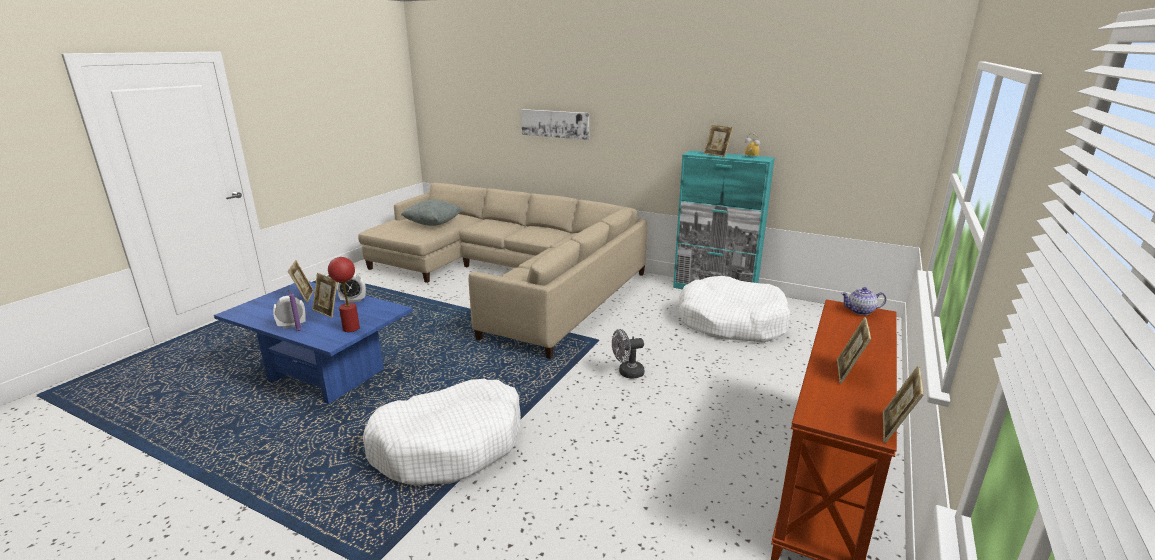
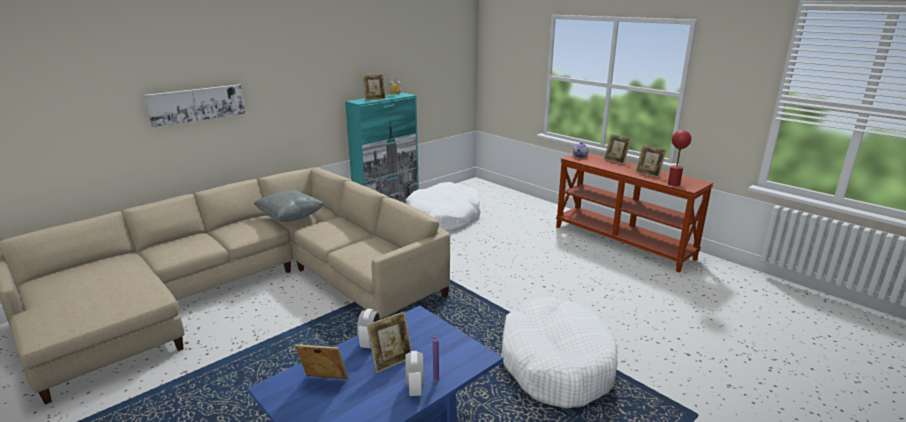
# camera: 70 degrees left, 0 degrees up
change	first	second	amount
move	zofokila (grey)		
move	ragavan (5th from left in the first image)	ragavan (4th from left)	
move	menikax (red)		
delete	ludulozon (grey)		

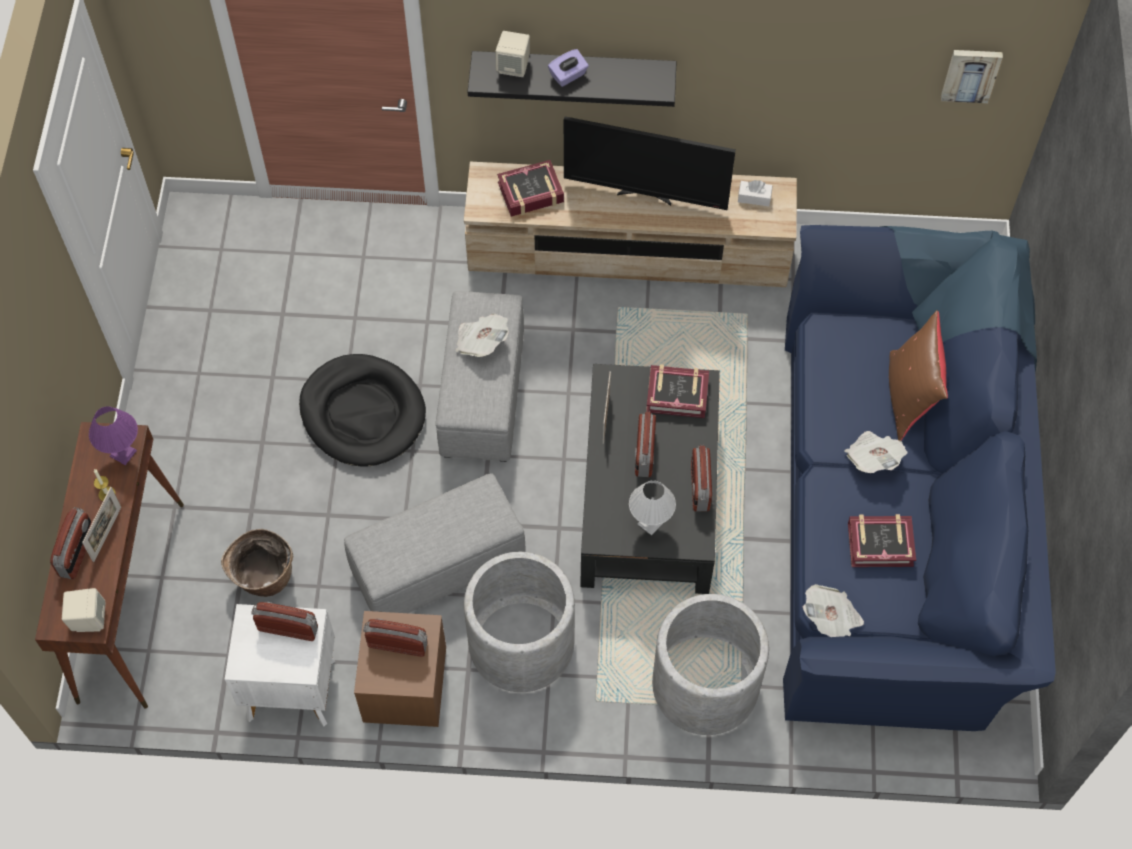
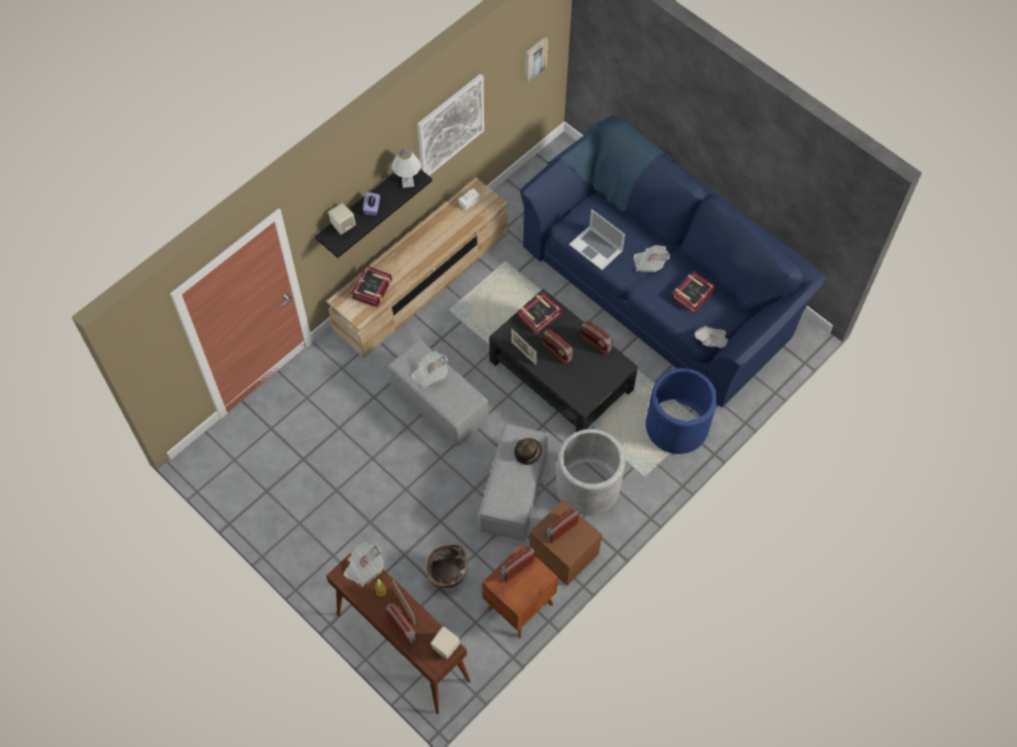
# camera: 50 degrees left, 0 degrees up
change	first	second	amount
replace	menikax (purple)	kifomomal (1st from left)	
move	menikax (white)		
insert		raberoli (1st from left)	
recolor	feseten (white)	feseten (brown) (1st from left)	
insert		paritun	
insert		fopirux	
recolor	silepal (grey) (2nd from left)	silepal (blue)	
delete	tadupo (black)		
delete	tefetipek		
delete	zofokila (brown)		

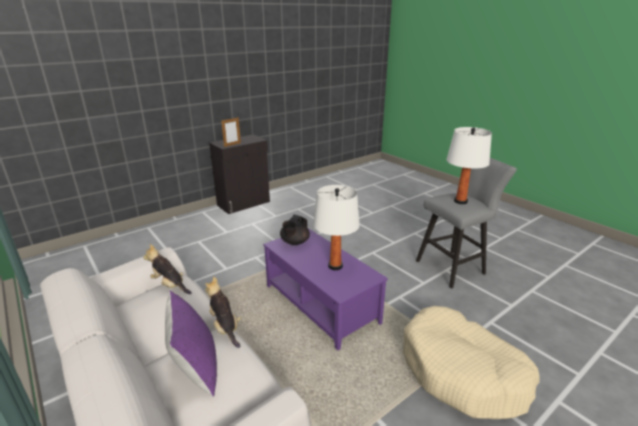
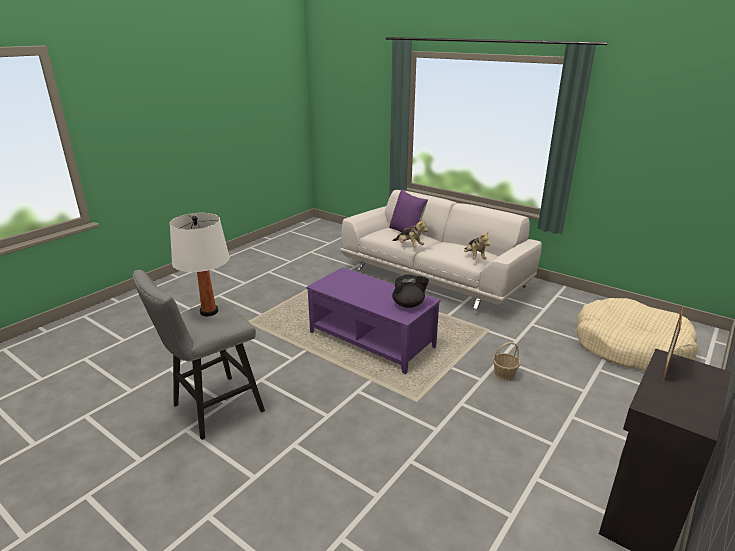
# camera: 165 degrees right, 0 degrees up
change	first	second	amount
rotate	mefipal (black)		75 degrees clockwise
rotate	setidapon (1st from left in the first image)	setidapon (2nd from left)	60 degrees clockwise
insert		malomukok	
move	tadupo (beige)		
delete	menikax (white) (1st from left)		

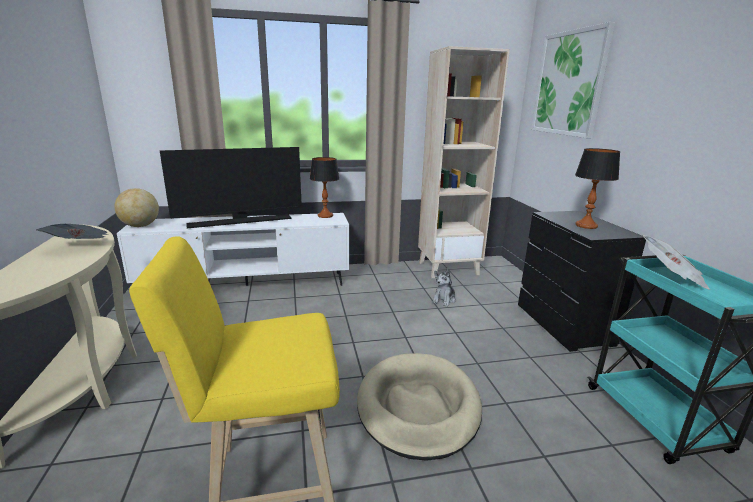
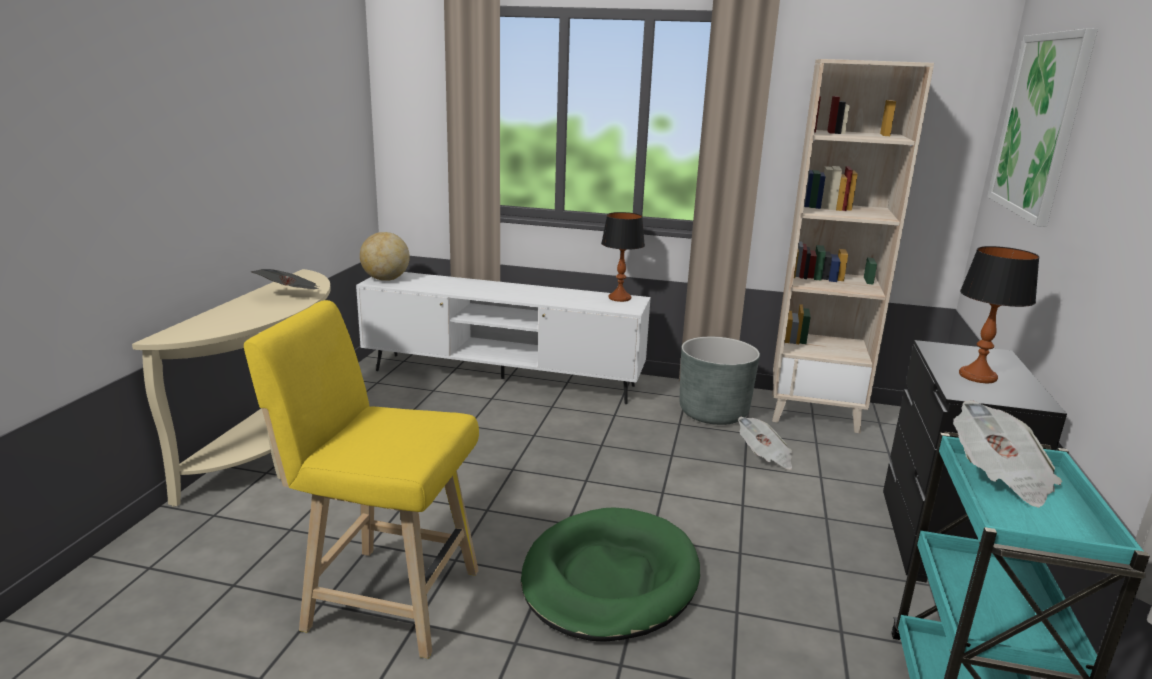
# camera: 25 degrees right, 0 degrees up
change	first	second	amount
recolor	tadupo (beige)	tadupo (green)	
insert		silepal (grey)	
replace	setidapon	kifomomal (2nd from left)	
delete	tefetipek		

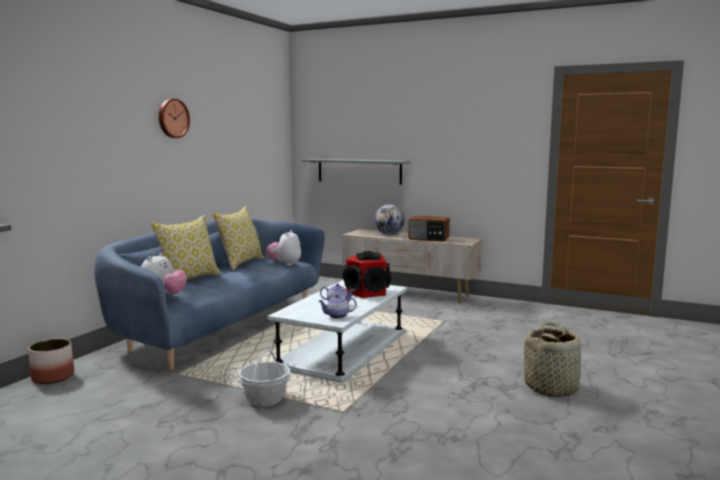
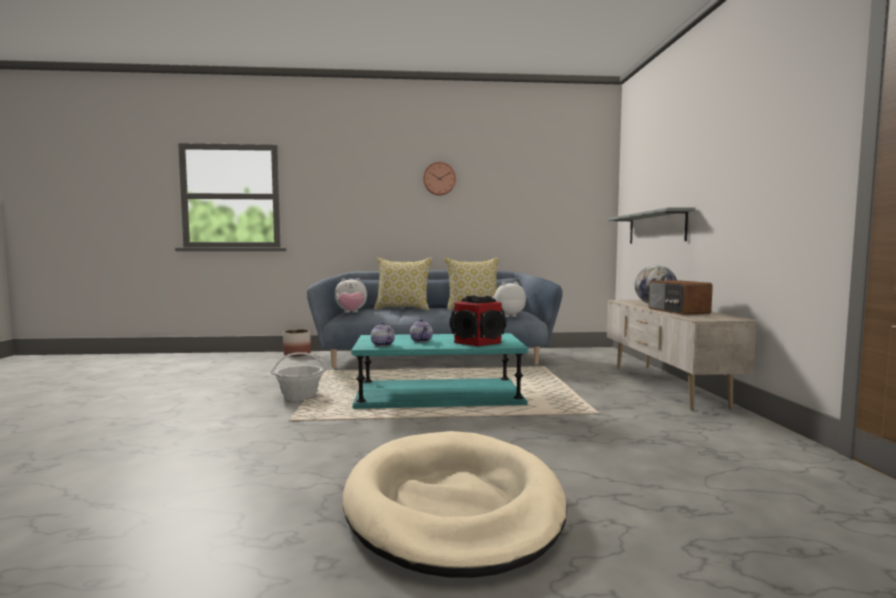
# camera: 60 degrees right, 5 degrees down
change	first	second	amount
replace	malomukok (2nd from left)	tadupo (beige)	
recolor	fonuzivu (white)	fonuzivu (turquoise)	

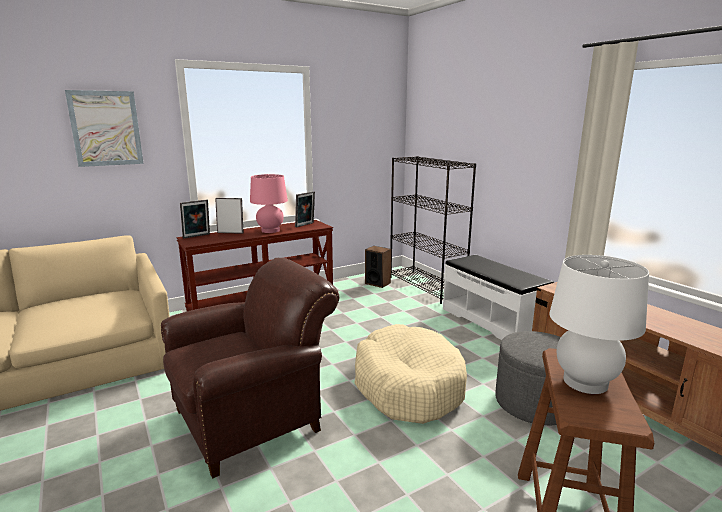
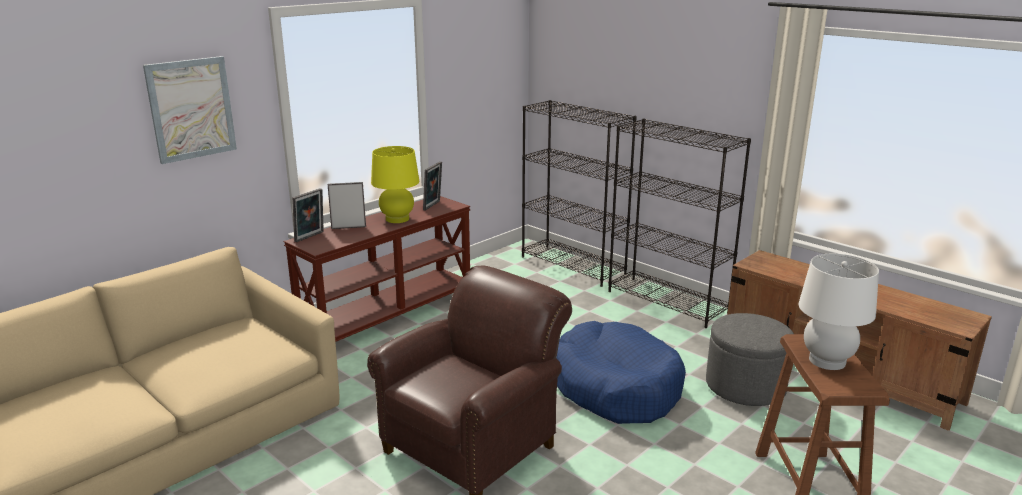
# camera: 15 degrees left, 5 degrees up
change	first	second	amount
recolor	menikax (pink)	menikax (yellow)	
recolor	tadupo (beige)	tadupo (blue)	
replace	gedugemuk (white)	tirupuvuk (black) (2nd from left)	
delete	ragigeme		

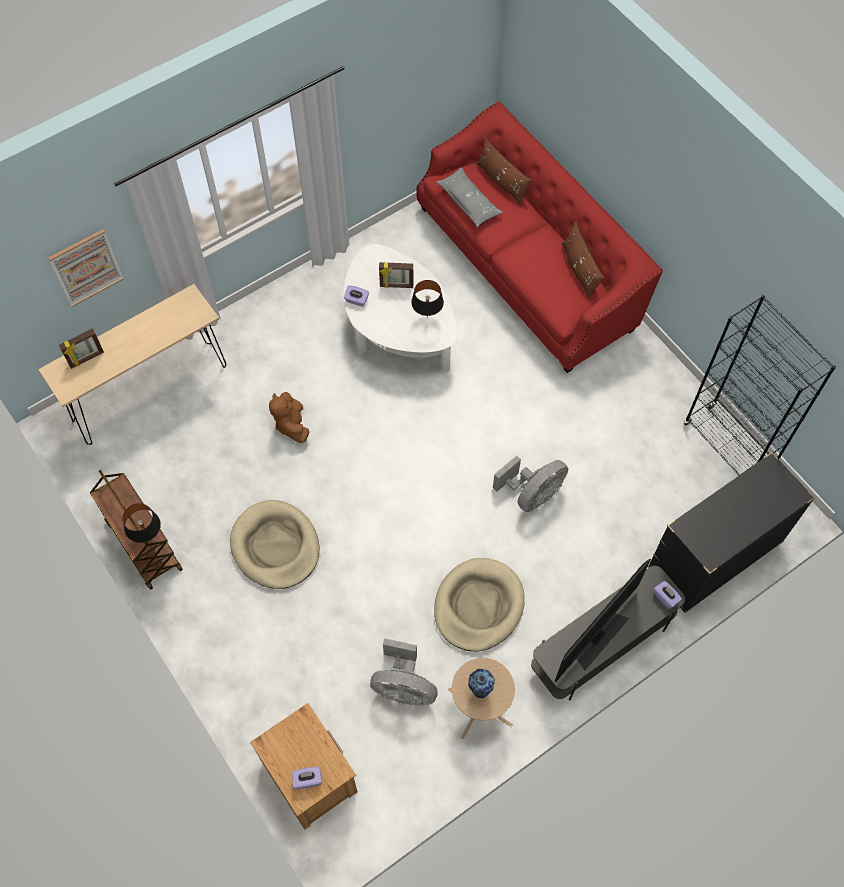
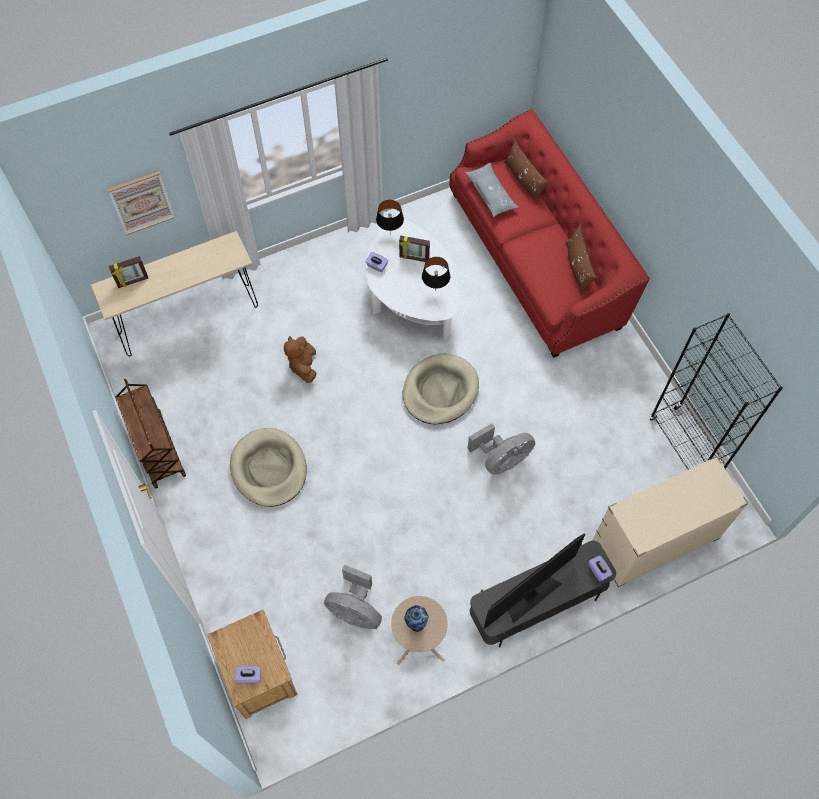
# camera: 10 degrees right, 0 degrees up
change	first	second	amount
move	menikax (black) (1st from left)		
move	tadupo (beige) (2nd from left)		
recolor	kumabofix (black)	kumabofix (beige)	

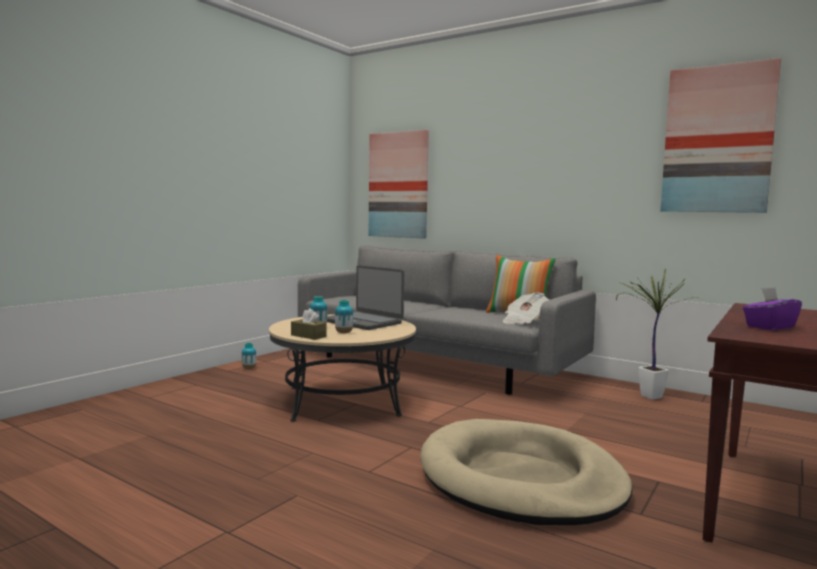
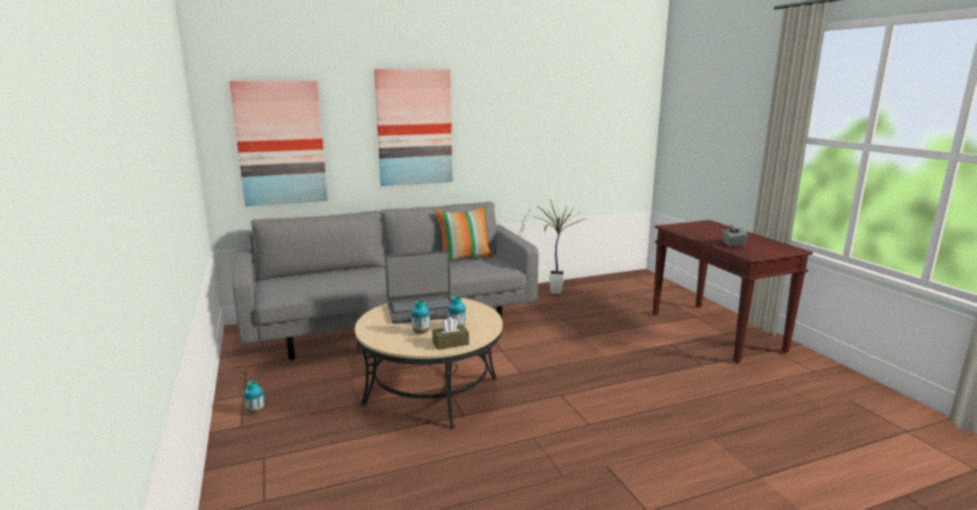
# camera: 55 degrees left, 10 degrees up
change	first	second	amount
move	raberoli (2nd from left)		
recolor	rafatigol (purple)	rafatigol (grey)	
delete	tadupo (beige)		
delete	kifomomal		

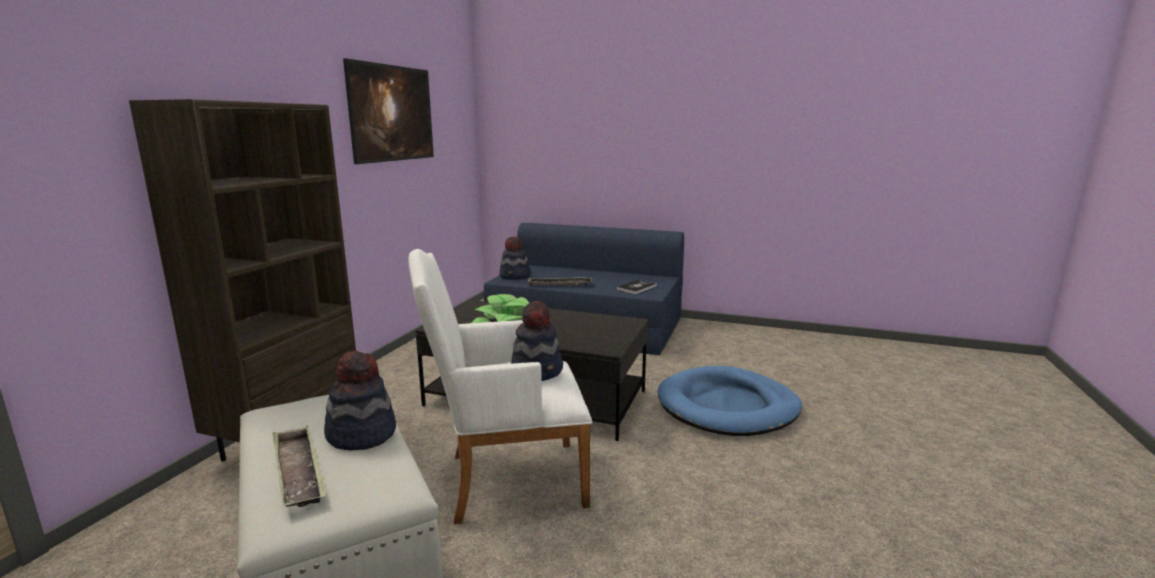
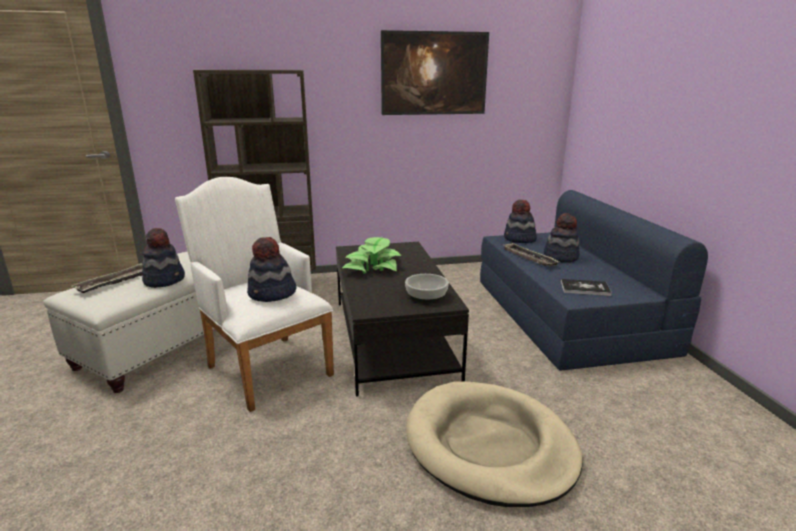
# camera: 60 degrees right, 5 degrees up
change	first	second	amount
insert		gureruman	
recolor	tadupo (blue)	tadupo (beige)	
insert		paritun (4th from left)	

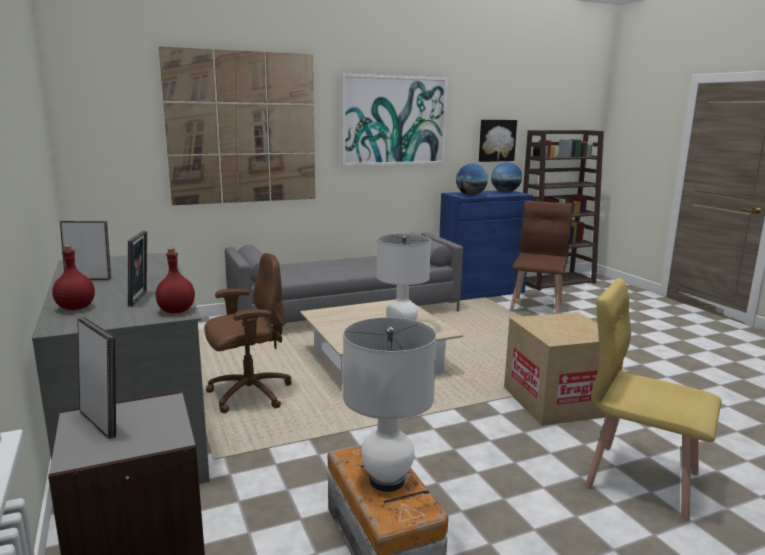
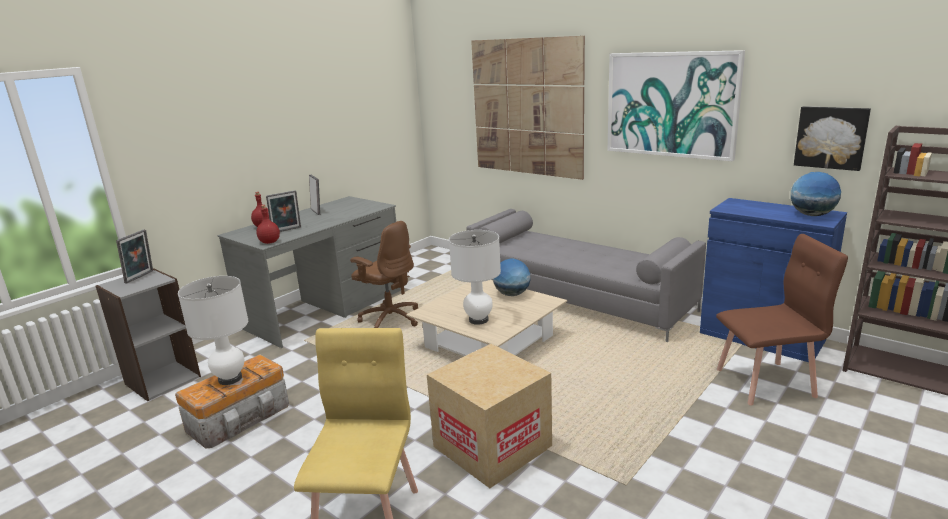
# camera: 65 degrees right, 5 degrees up
change	first	second	amount
move	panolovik (1st from left)		

